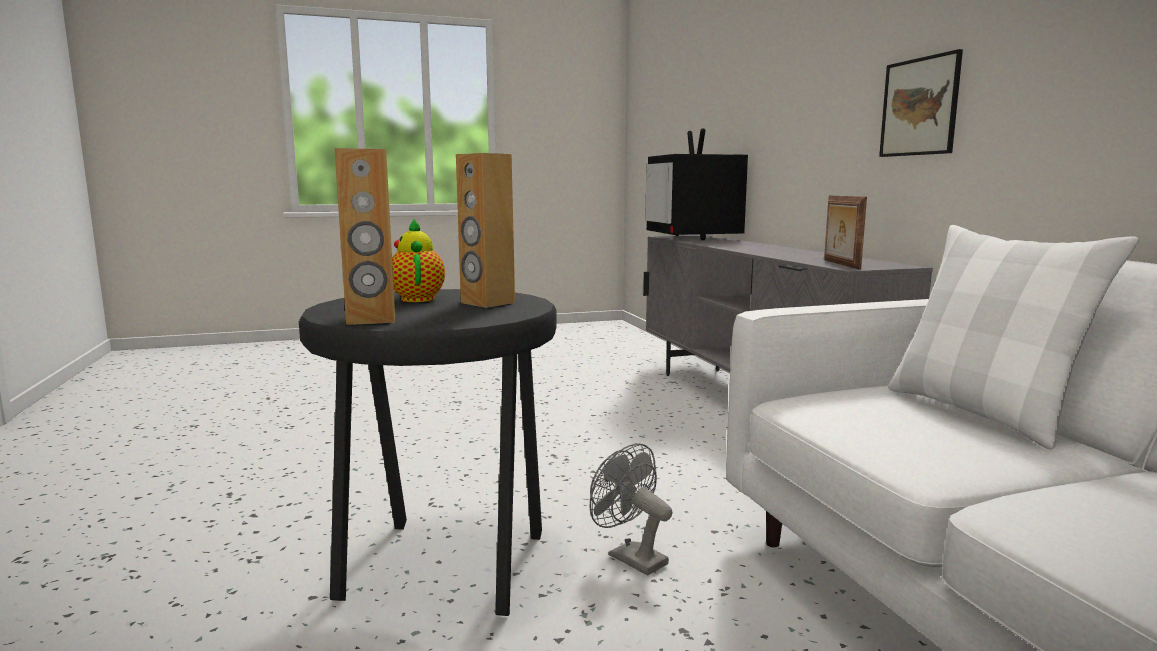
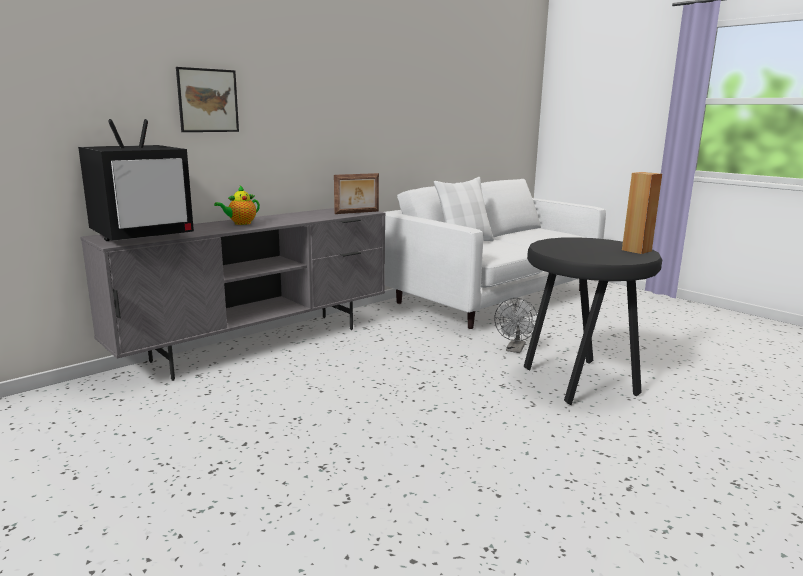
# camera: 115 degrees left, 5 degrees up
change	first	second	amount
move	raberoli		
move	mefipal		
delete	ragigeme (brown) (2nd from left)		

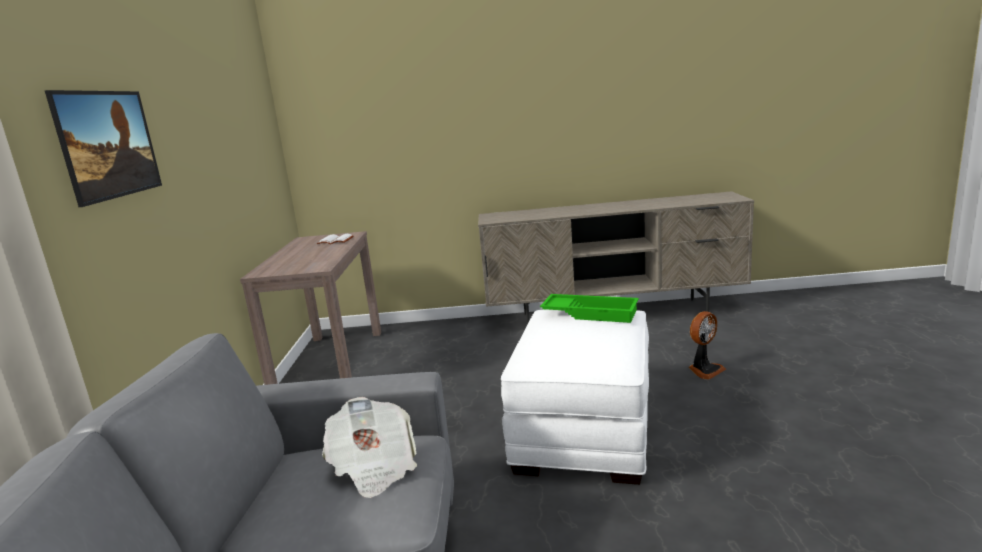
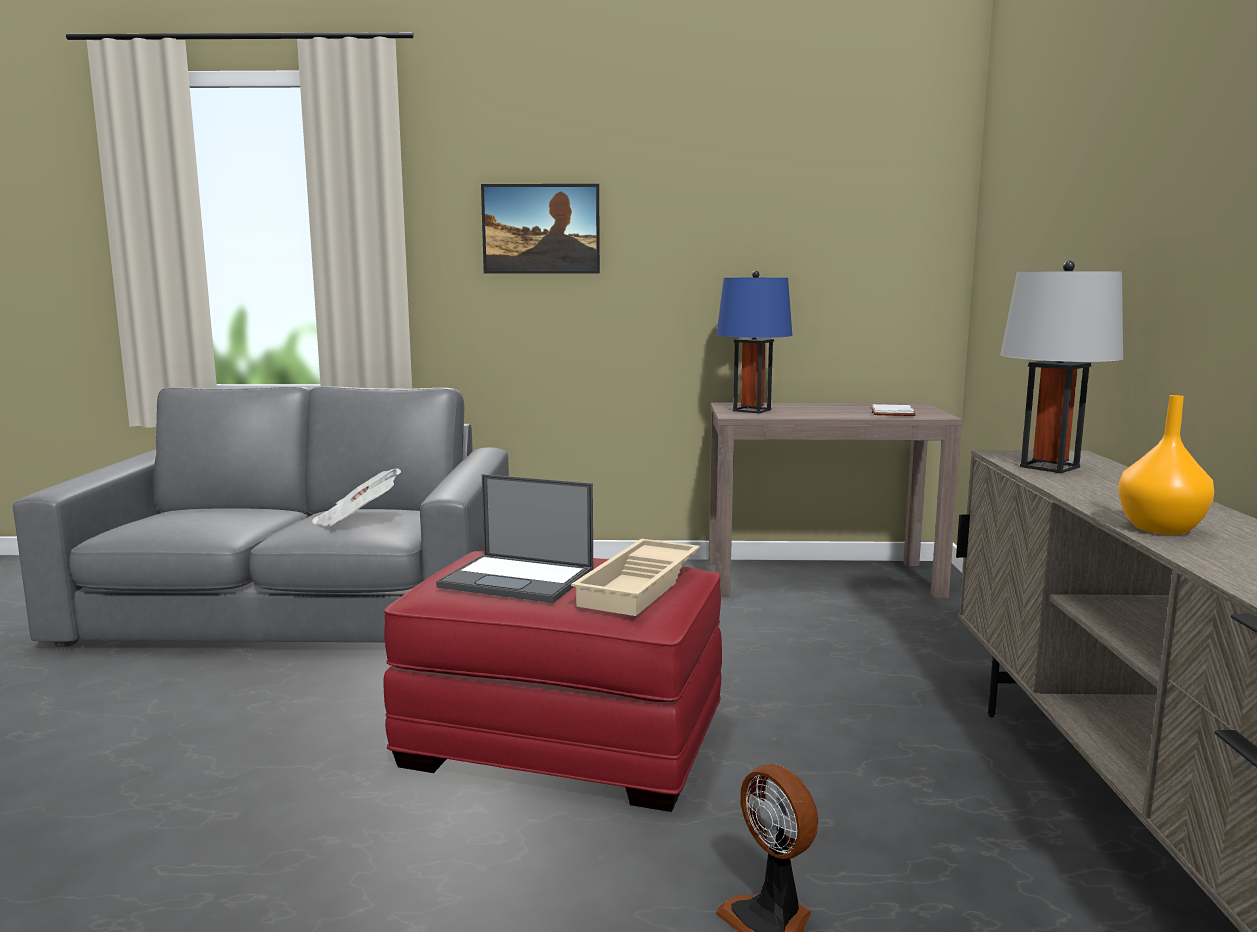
# camera: 90 degrees right, 5 degrees down
change	first	second	amount
recolor	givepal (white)	givepal (red)	
insert		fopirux	
recolor	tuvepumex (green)	tuvepumex (beige)	
insert		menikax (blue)	
insert		menikax (grey)	
insert		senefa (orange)	

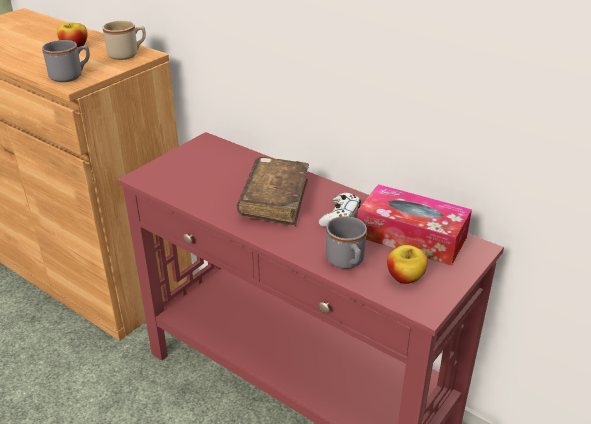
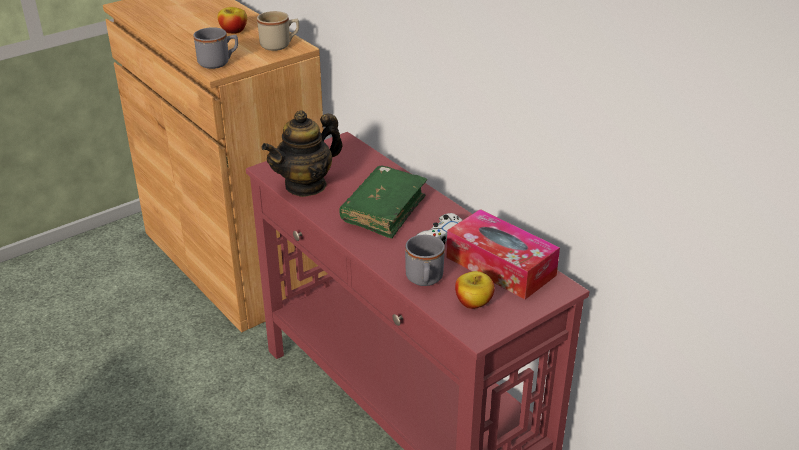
# camera: 15 degrees right, 0 degrees up
change	first	second	amount
insert		mefipal	
recolor	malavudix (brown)	malavudix (green)	

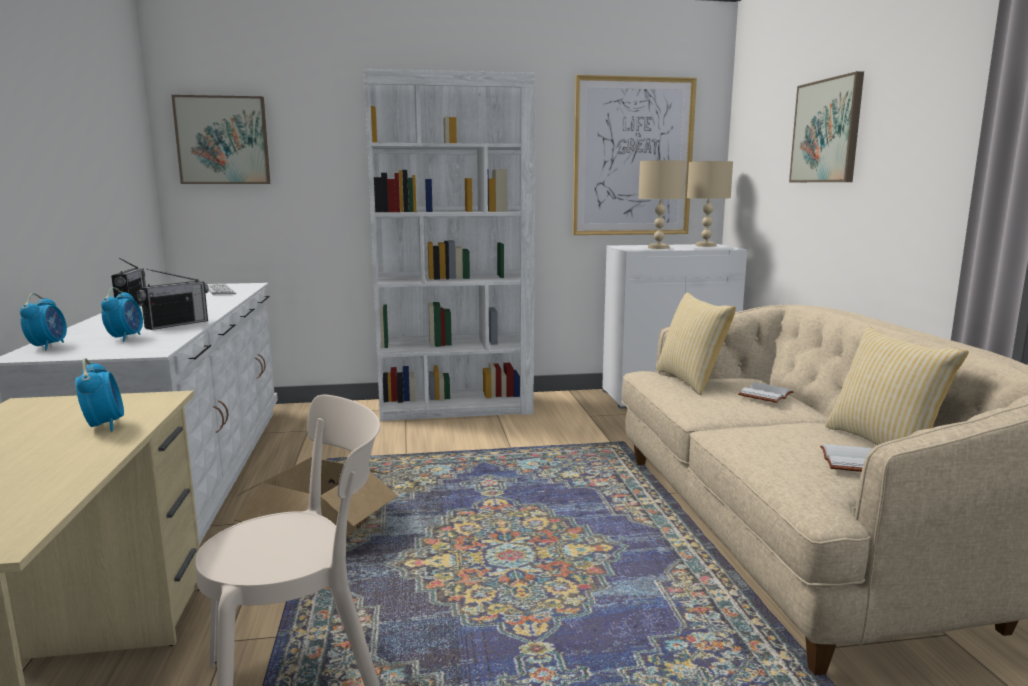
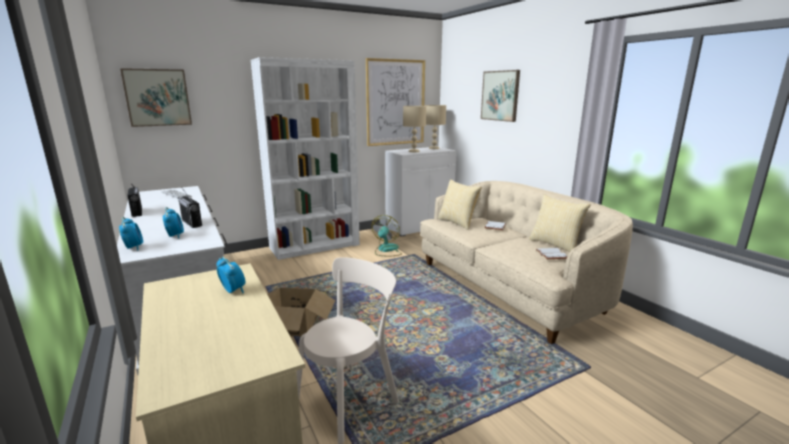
# camera: 20 degrees left, 5 degrees up
change	first	second	amount
rotate	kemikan (2nd from left)		120 degrees clockwise
insert		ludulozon	

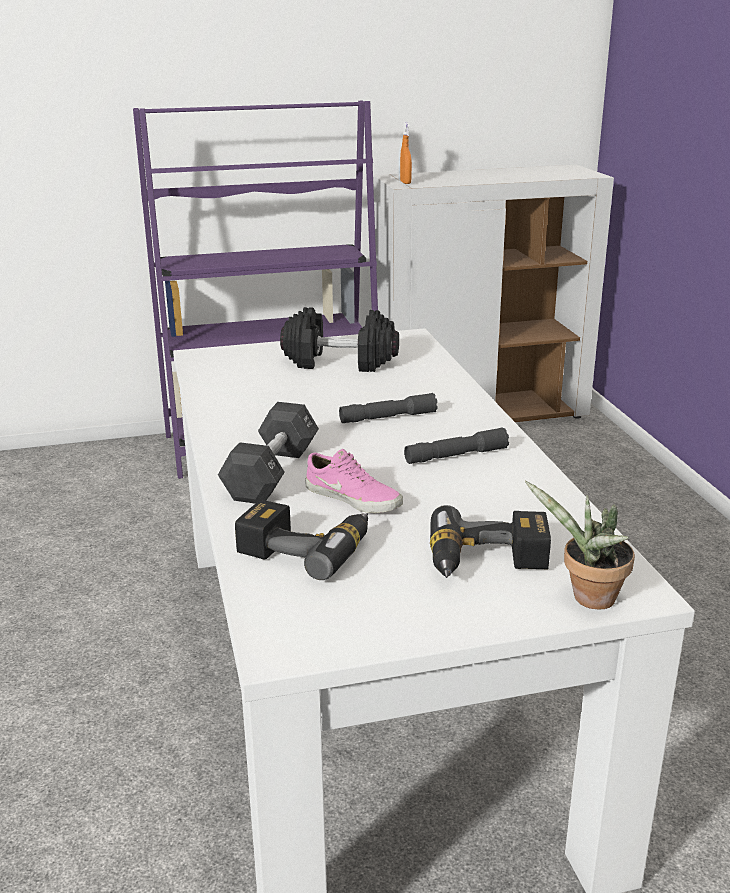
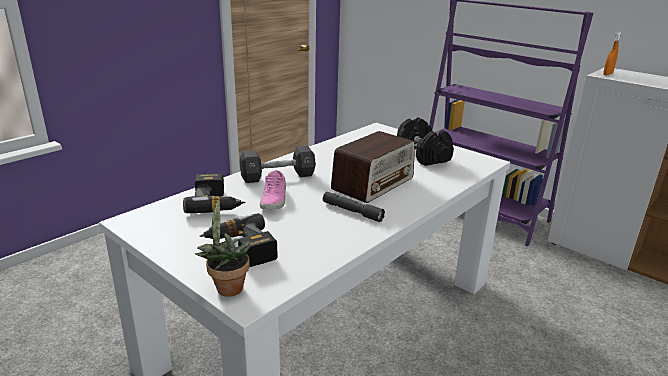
# camera: 55 degrees right, 0 degrees up
change	first	second	amount
replace	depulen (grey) (1st from left)	kemikan	

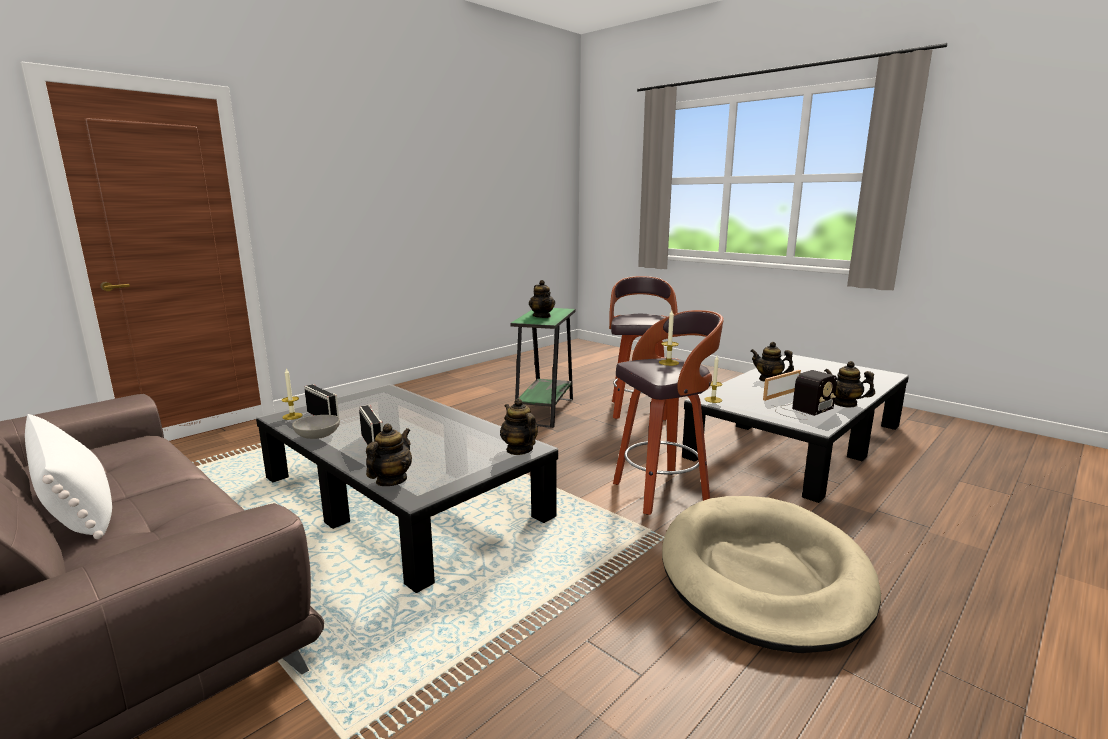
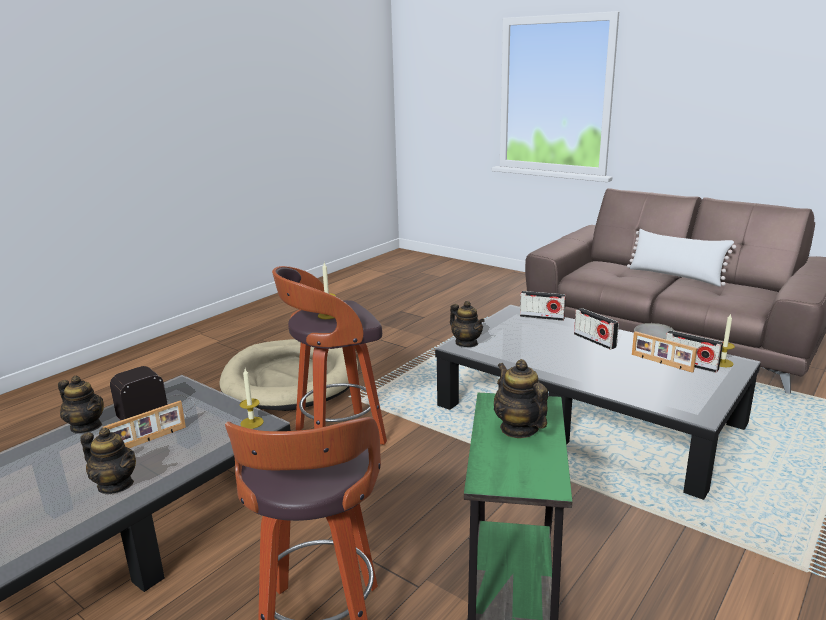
# camera: 175 degrees right, 5 degrees up
change	first	second	amount
replace	mefipal (1st from left)	kemikan (2nd from left)	
insert		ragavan (2nd from left)	

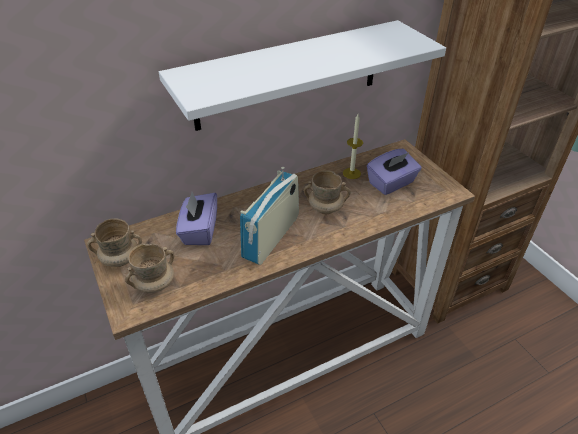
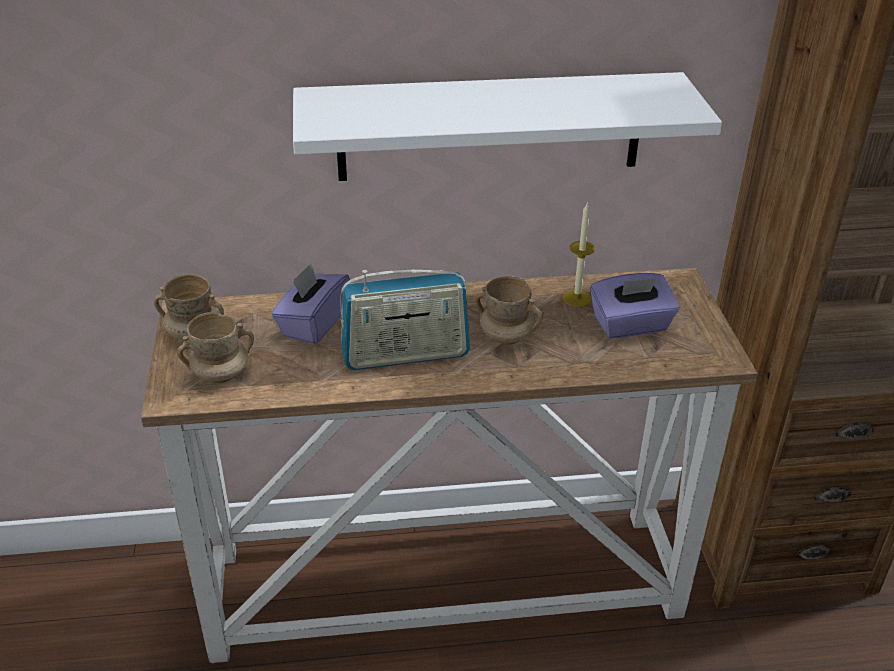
# camera: 20 degrees right, 5 degrees down
change	first	second	amount
rotate	kemikan		150 degrees counterclockwise

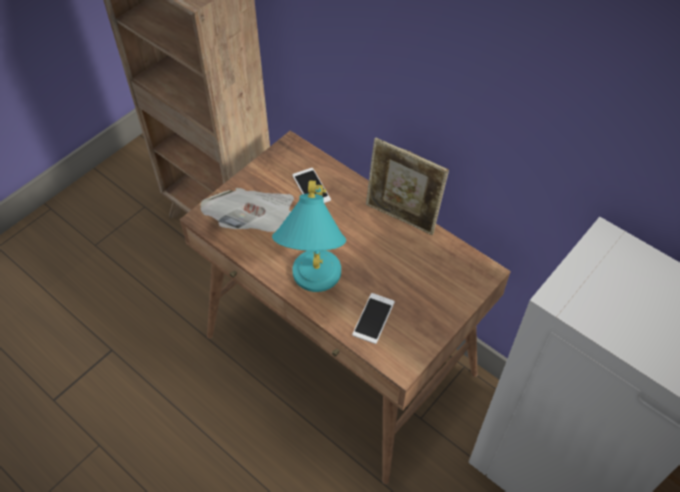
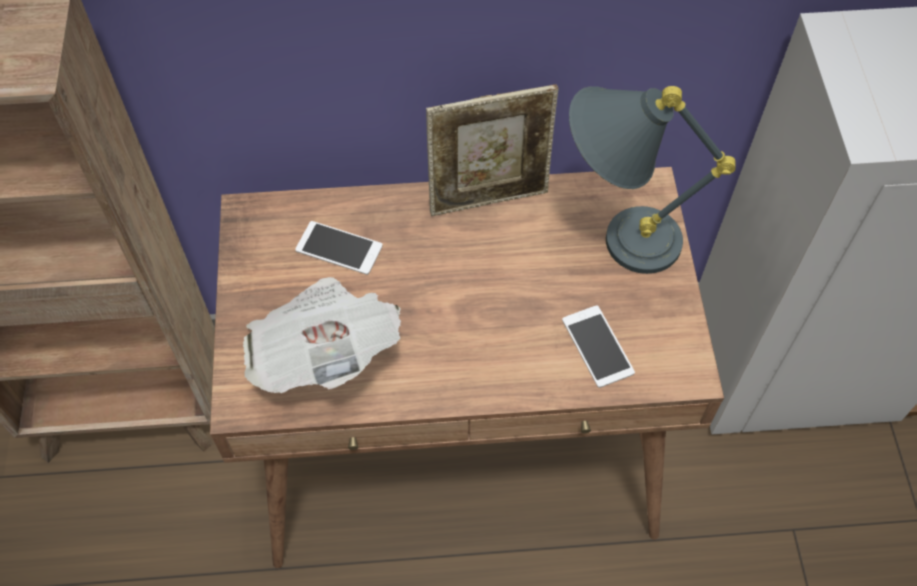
# camera: 45 degrees left, 5 degrees up
change	first	second	amount
insert		menikax (grey)	
delete	menikax (turquoise)		

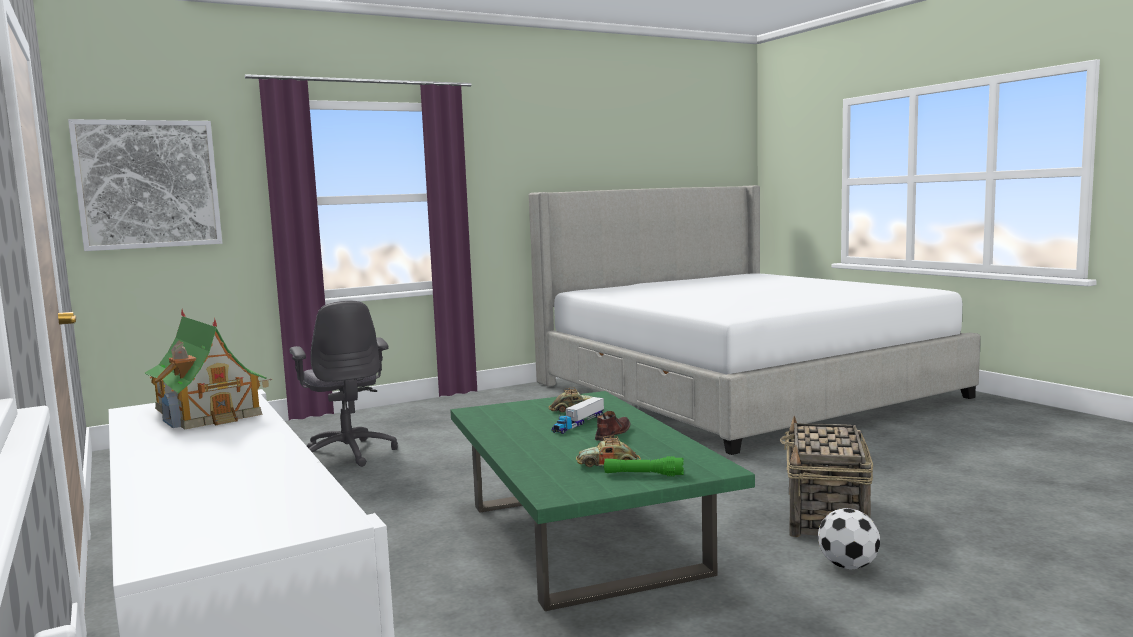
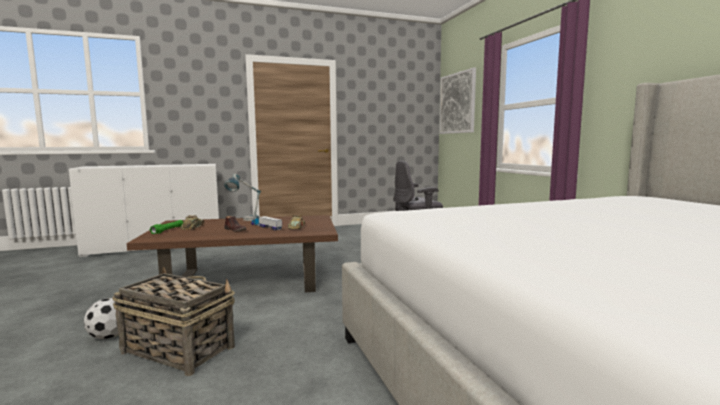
# camera: 100 degrees right, 0 degrees up
change	first	second	amount
recolor	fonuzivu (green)	fonuzivu (brown)	
insert		menikax	
delete	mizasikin		

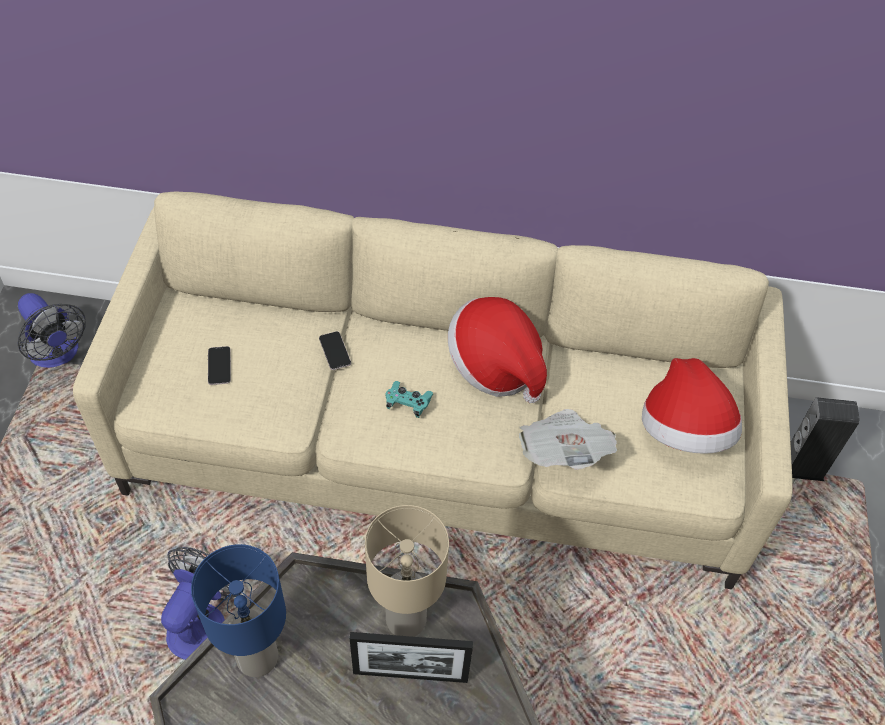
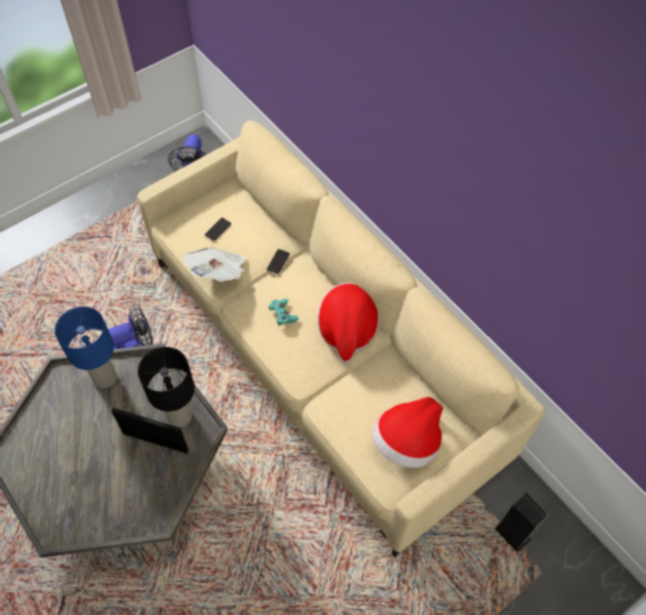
# camera: 45 degrees right, 5 degrees up
change	first	second	amount
rotate	ragavan		150 degrees clockwise
recolor	menikax (beige)	menikax (black)	
move	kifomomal		

